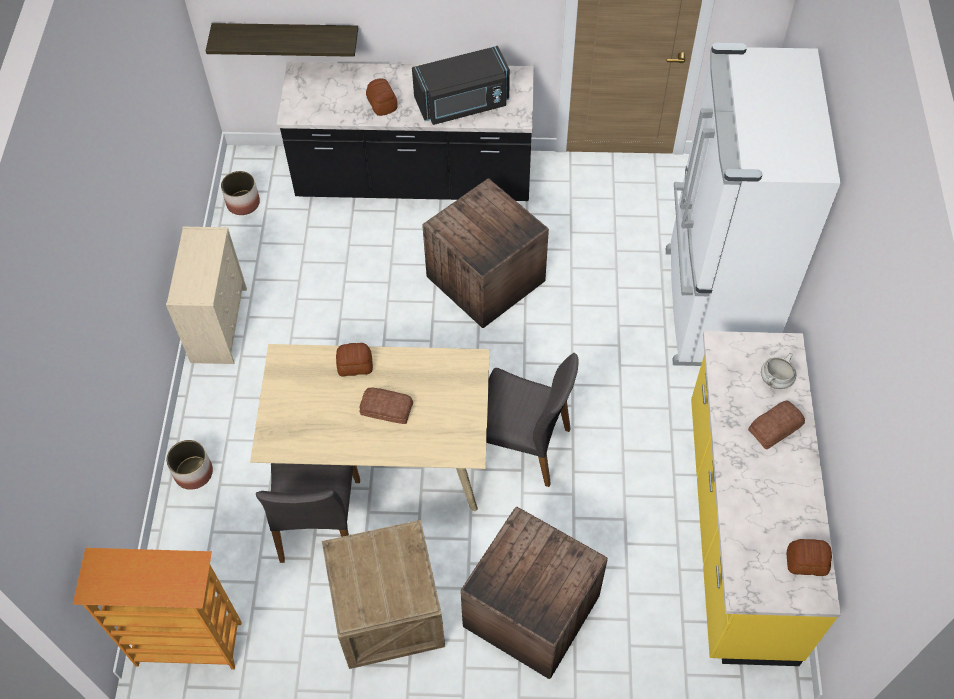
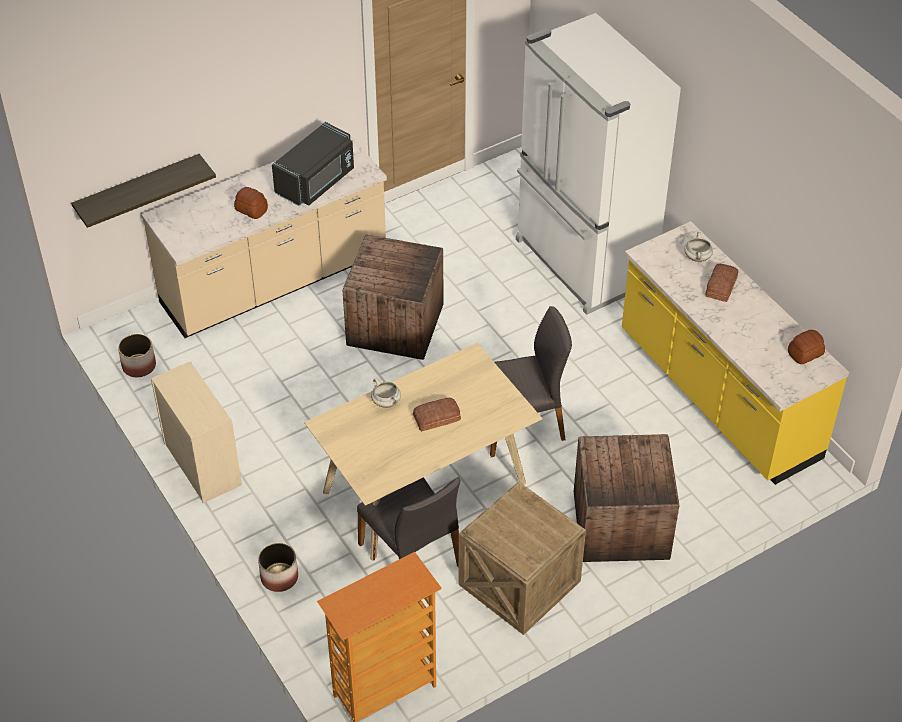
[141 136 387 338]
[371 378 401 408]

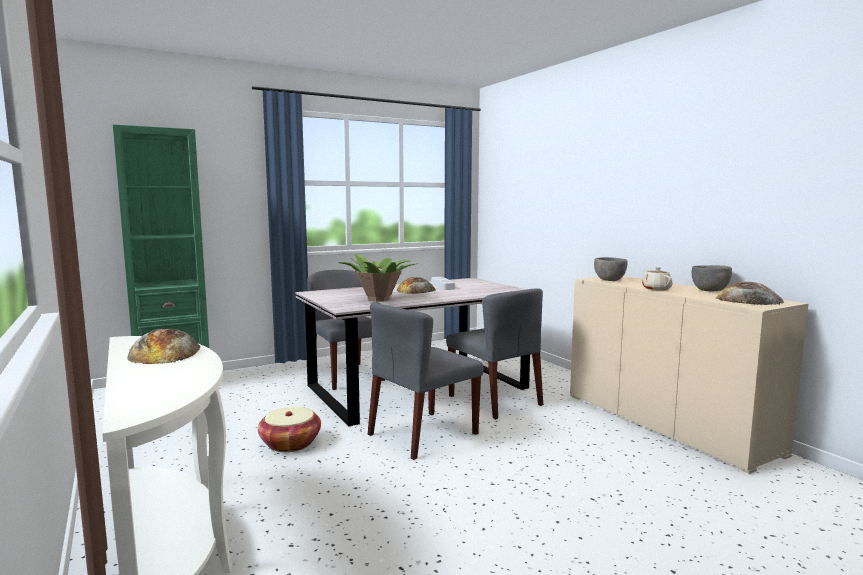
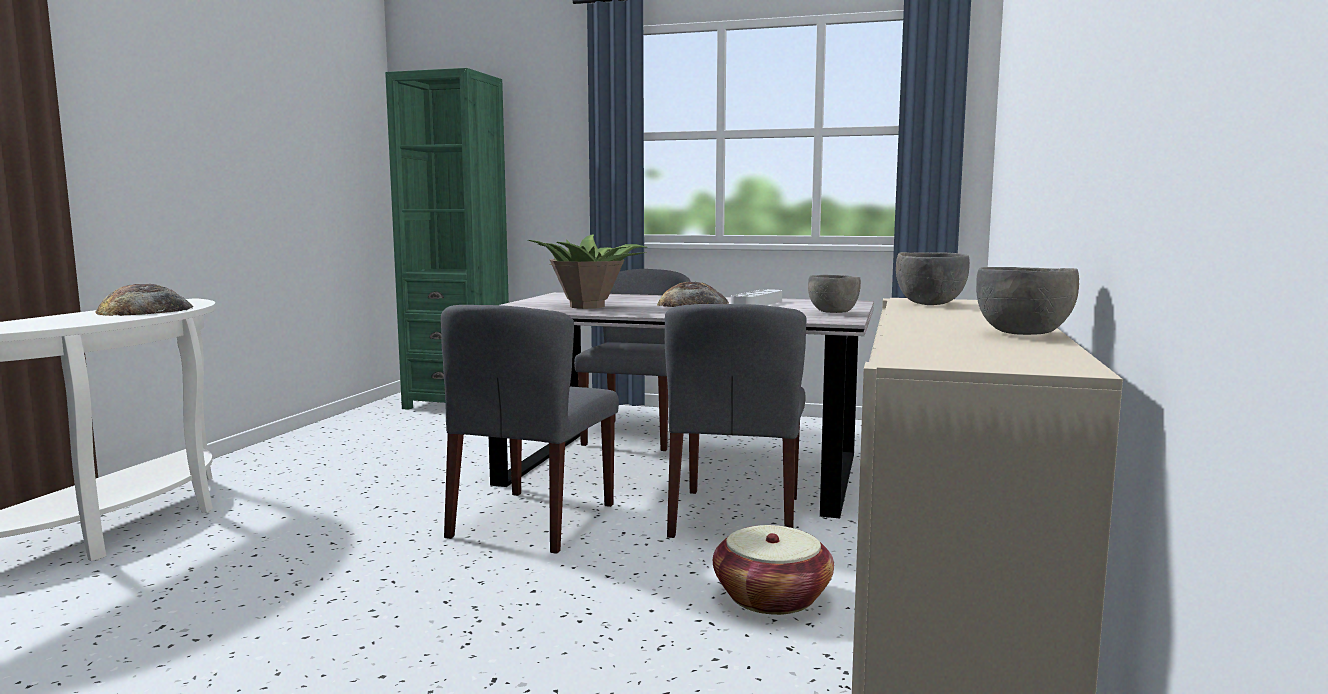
[713 525 834 615]
[441 305 619 554]
[642 267 672 291] (first image)
[716 282 784 305] (first image)
[808 275 861 313]

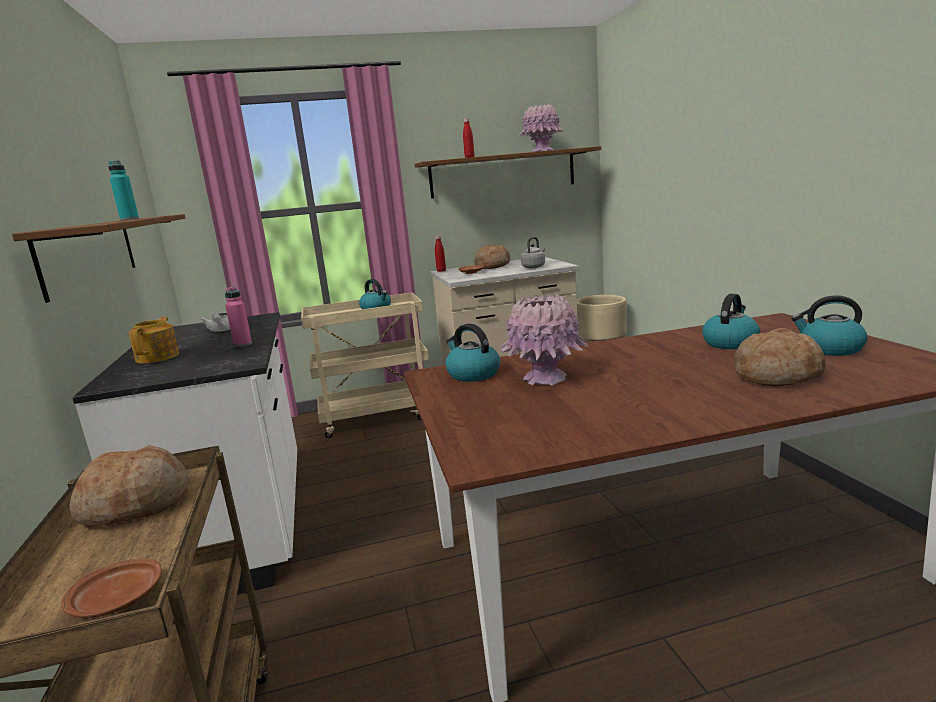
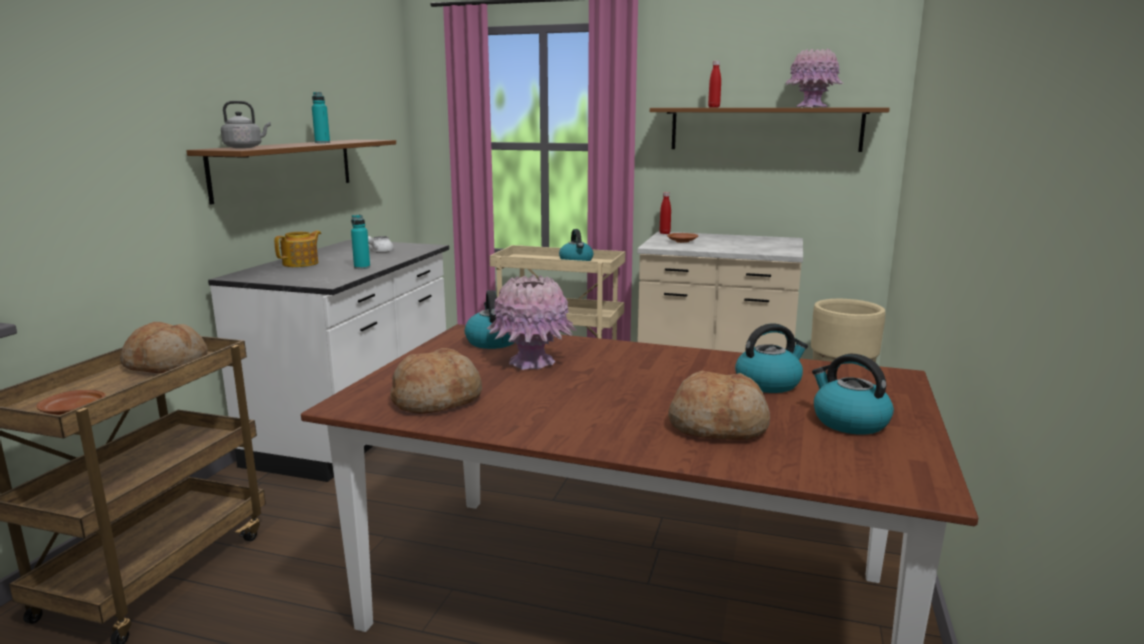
[351 215 370 269]
[391 348 482 414]
[221 101 271 148]

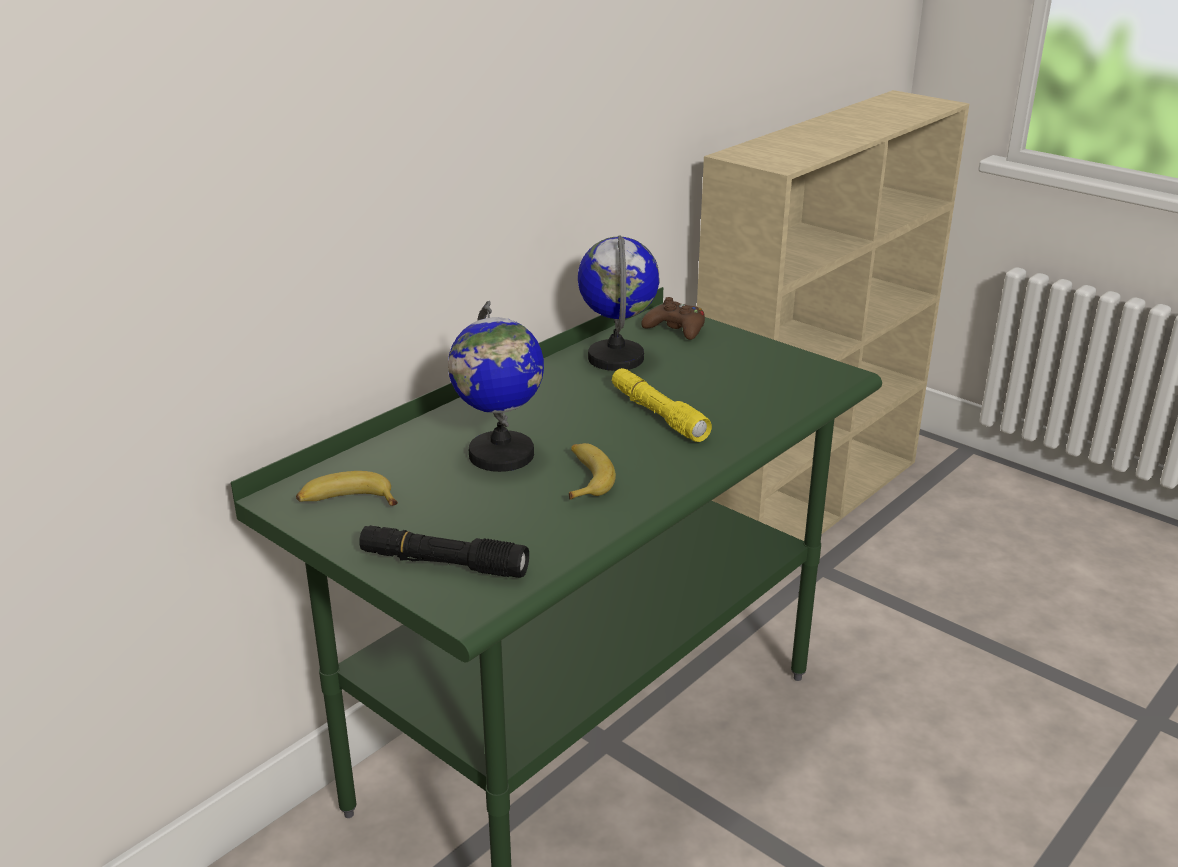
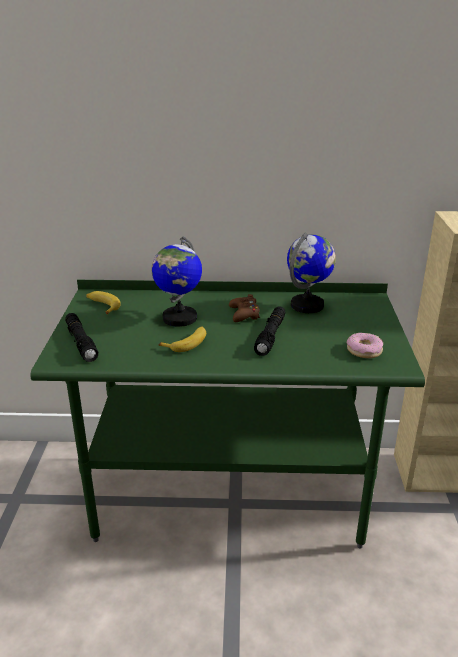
[254 306 285 356]
[229 294 260 322]
[347 333 383 358]

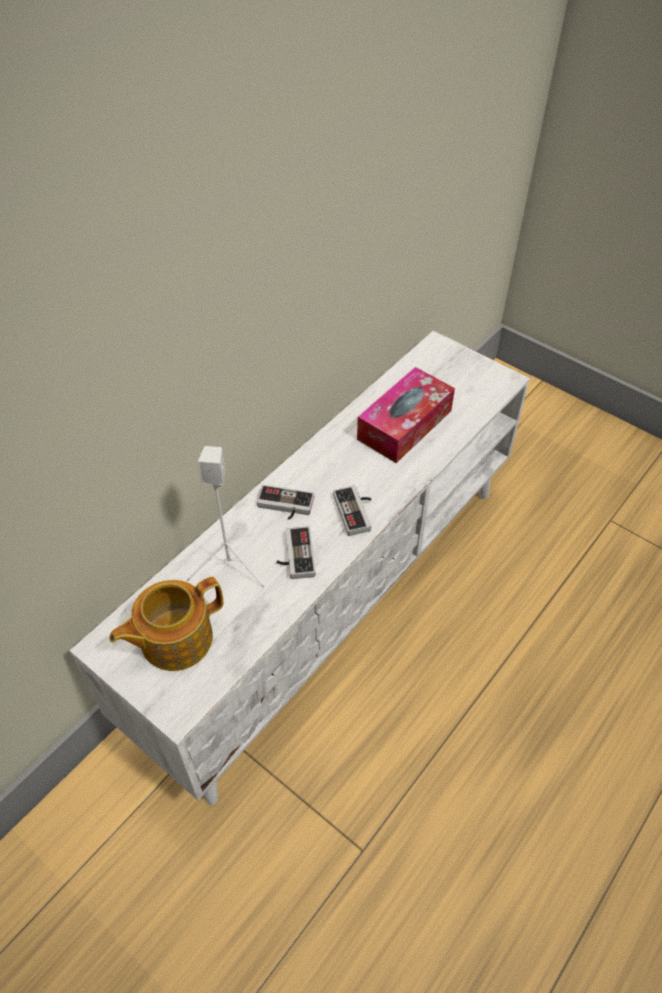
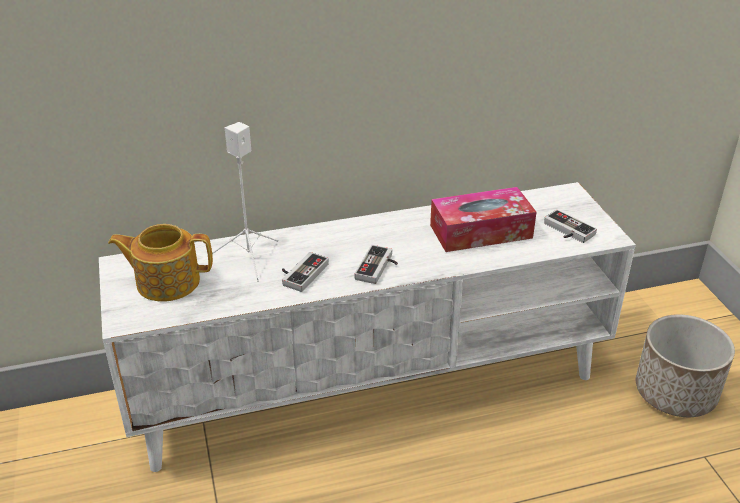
[544 210 597 243]
[636 314 735 417]

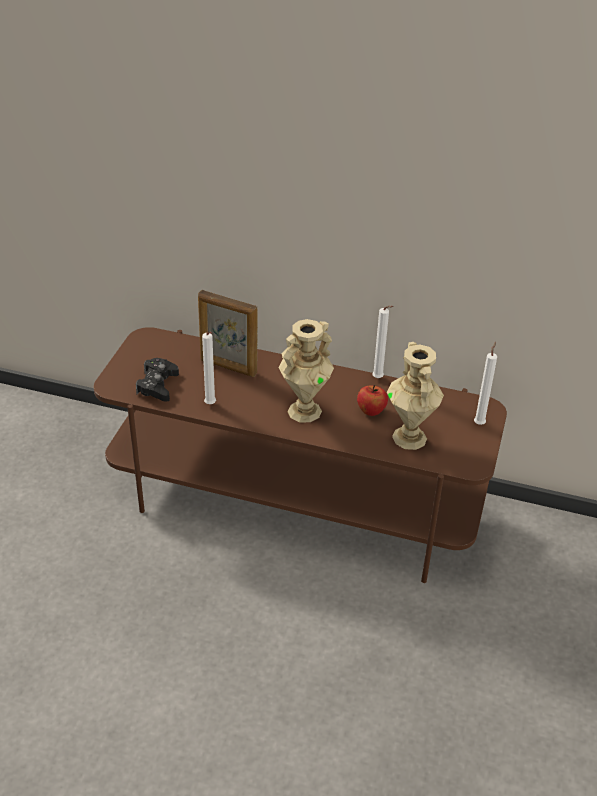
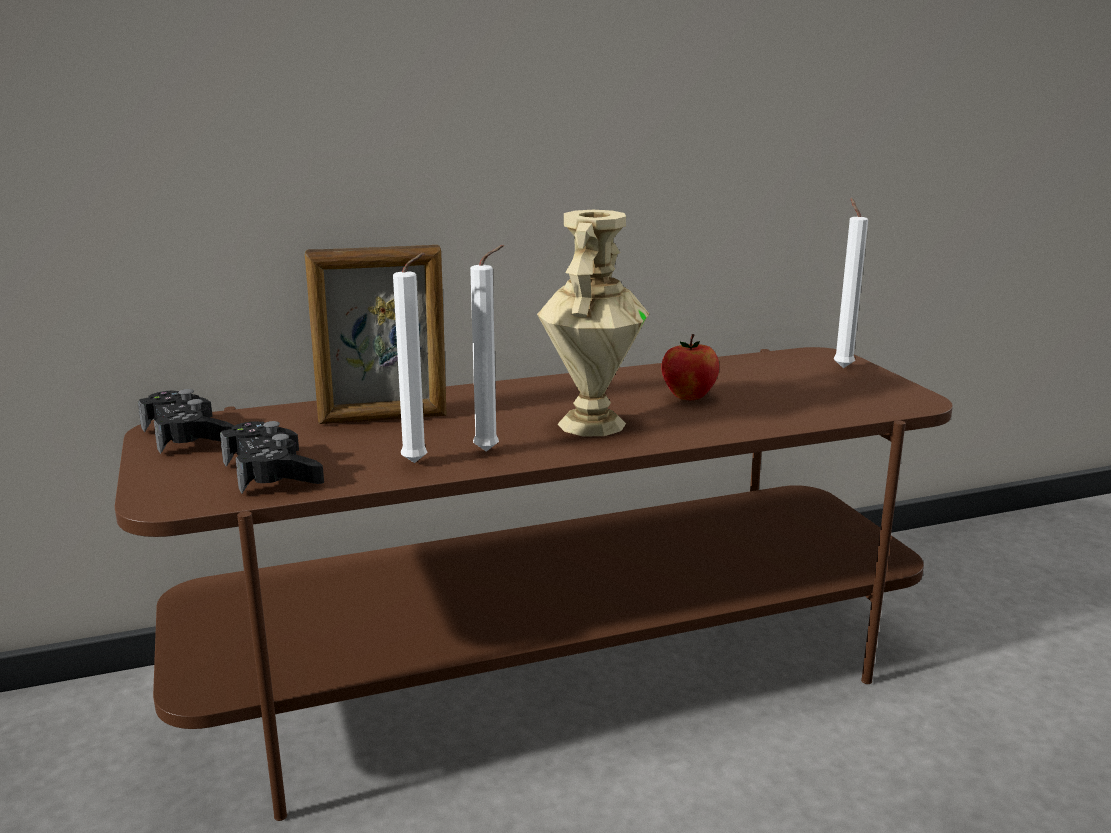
[470 245 505 452]
[387 342 444 450] (first image)
[138 389 234 454]

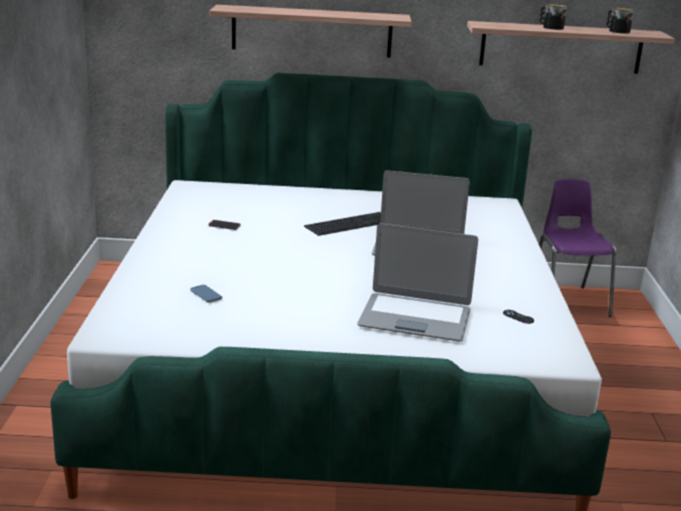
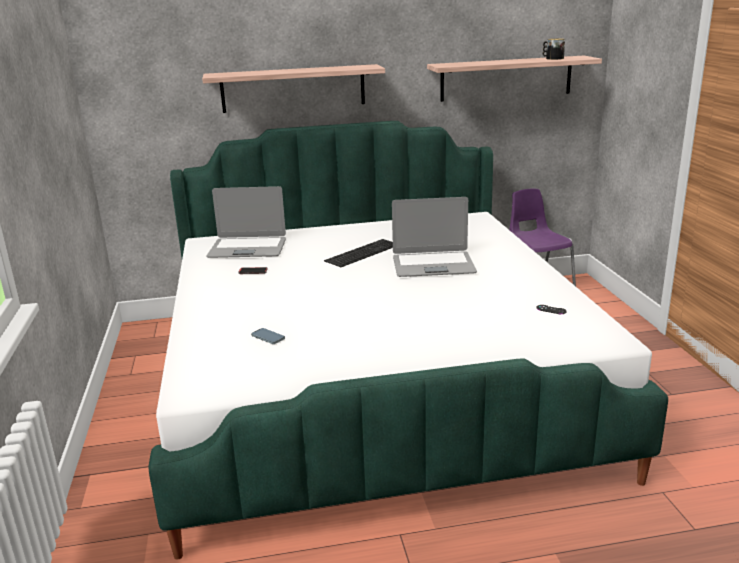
[206 186 286 258]
[540 4 567 30] (first image)

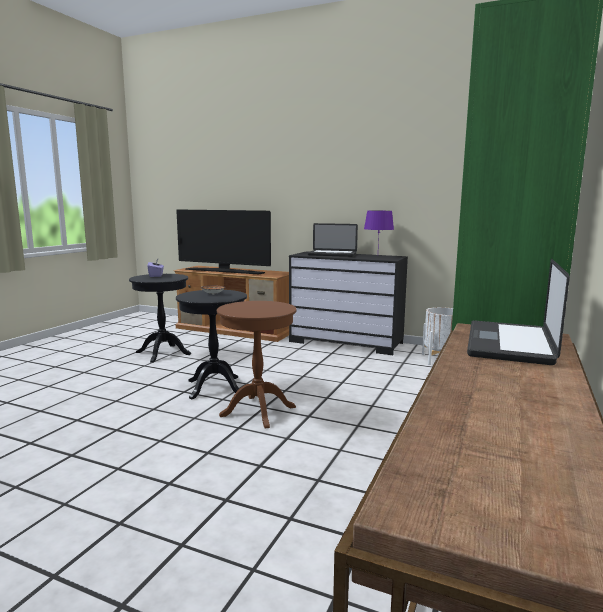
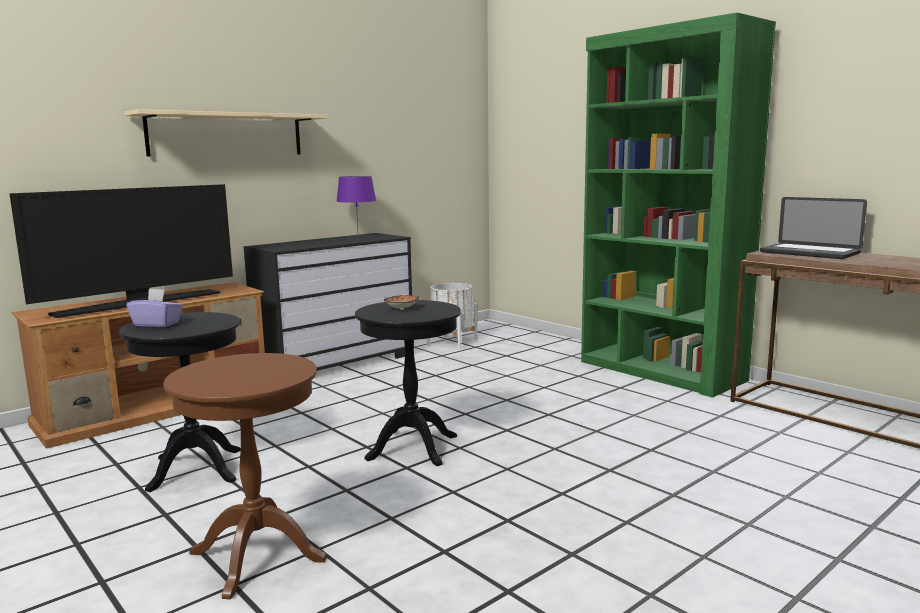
[164 353 327 599]
[307 223 358 257] (first image)
[125 109 327 157]

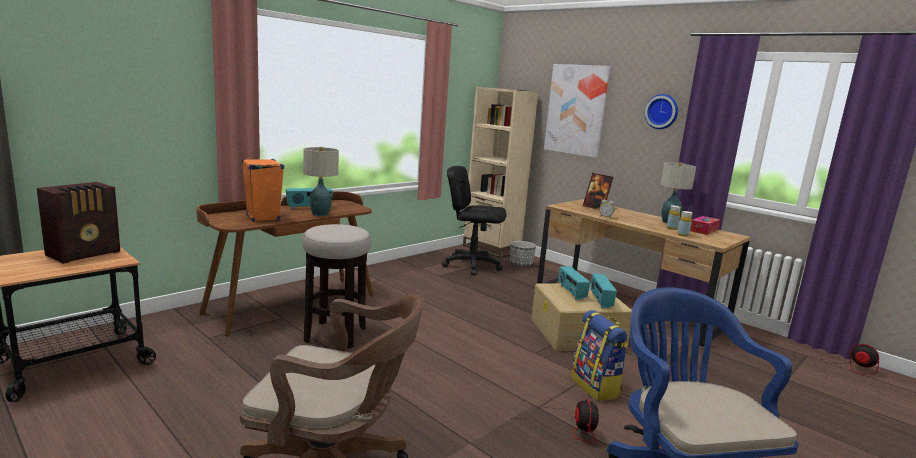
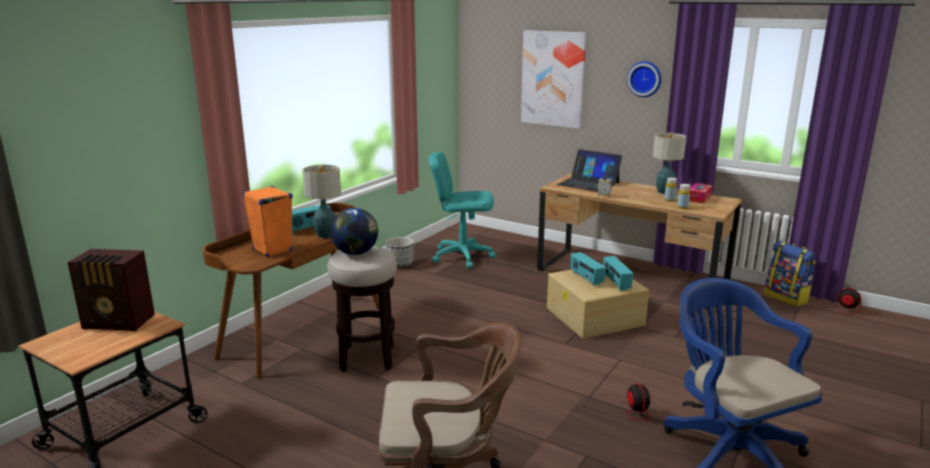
[68 249 155 331]
[429 152 496 268]
[463 87 538 258] (first image)
[385 237 414 267]
[764 241 816 307]
[557 149 622 192]
[330 208 378 255]

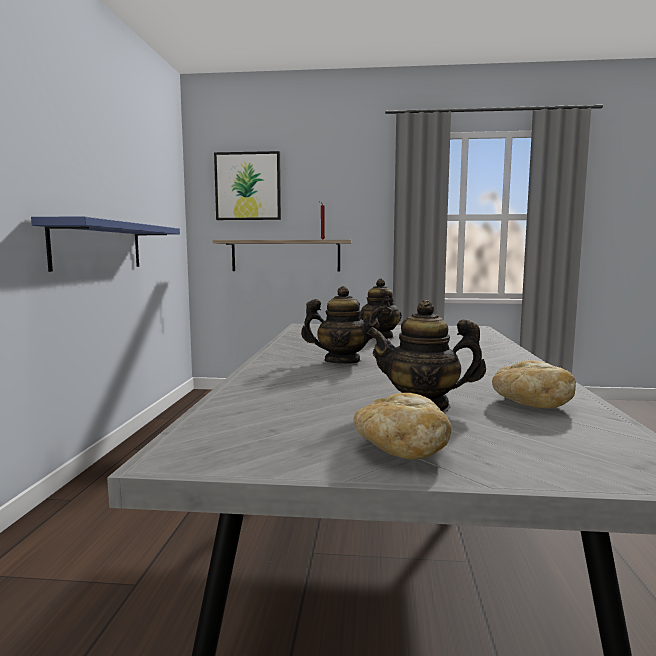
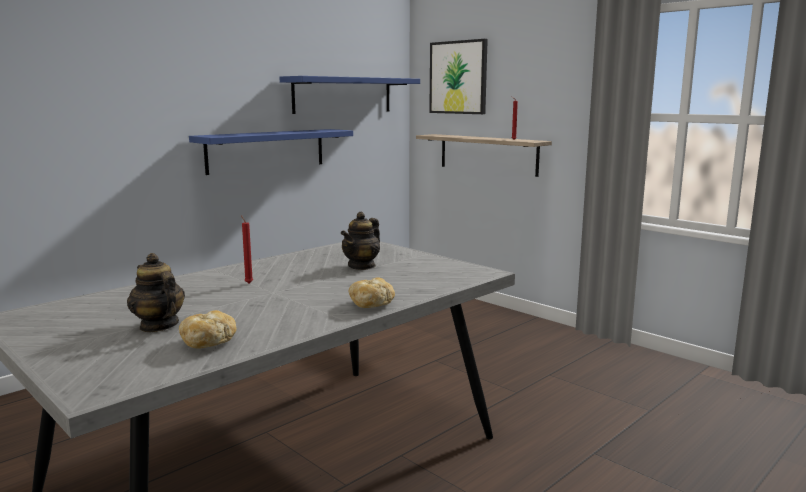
[241 215 253 283]
[349 278 395 308]
[280 76 420 114]

